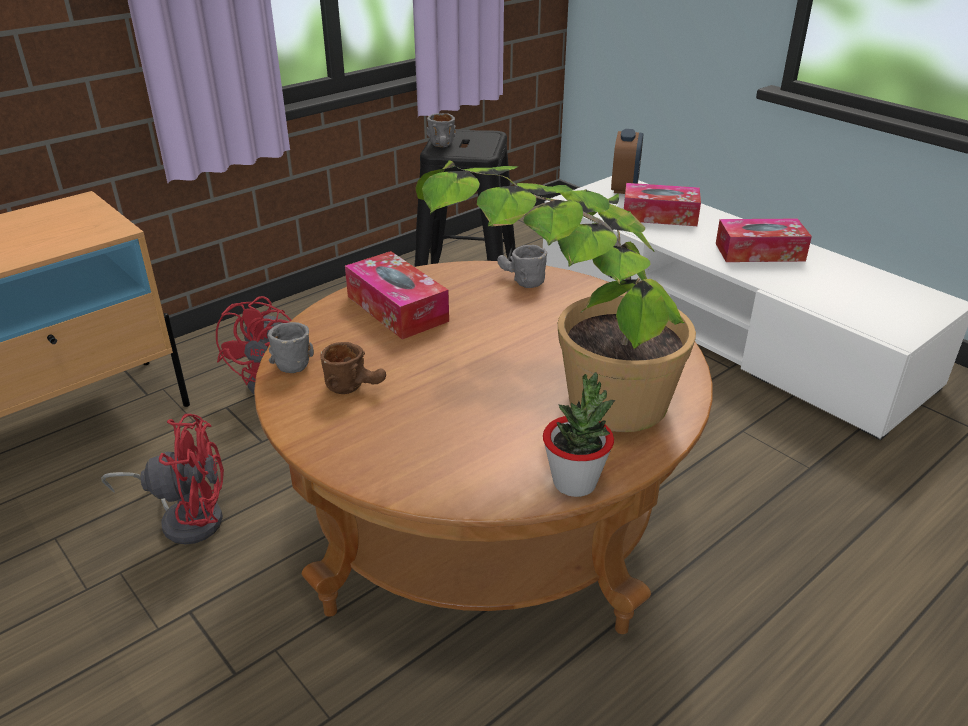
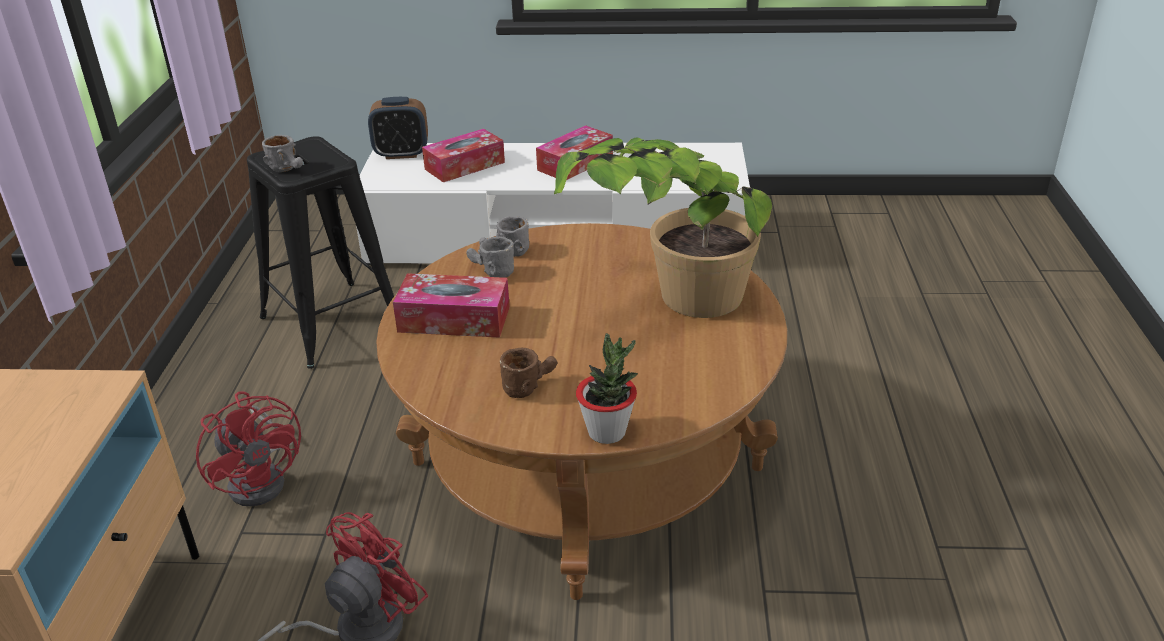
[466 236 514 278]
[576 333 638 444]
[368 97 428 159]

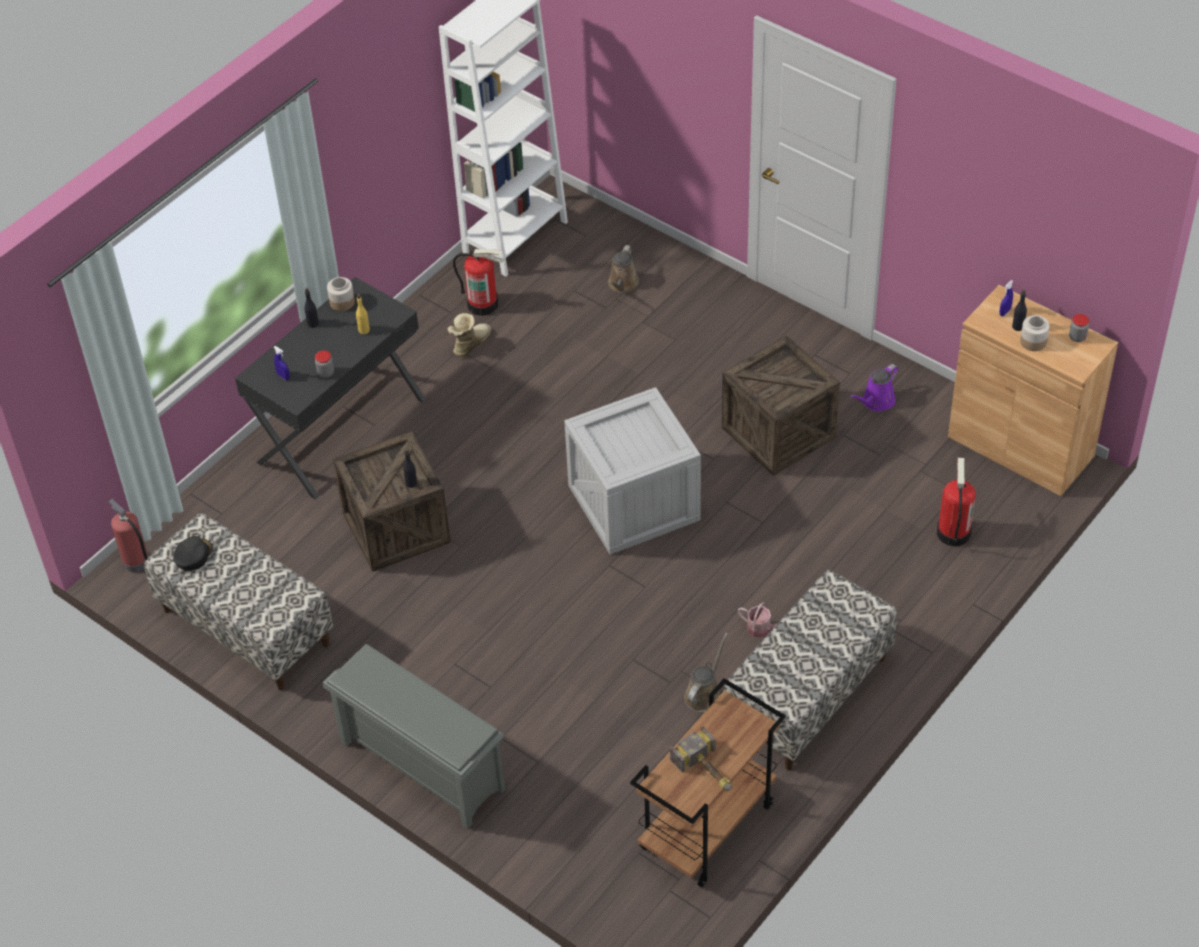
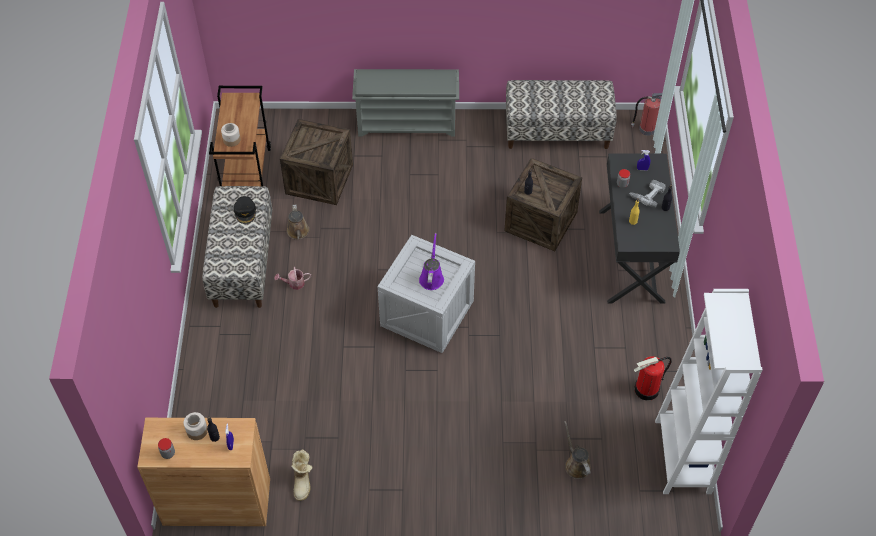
[234 196 256 224]
[221 123 241 147]
[291 449 313 501]
[670 726 732 791] (first image)
[280 119 353 205]
[419 233 444 290]
[937 458 975 546] (first image)
[629 180 666 208]

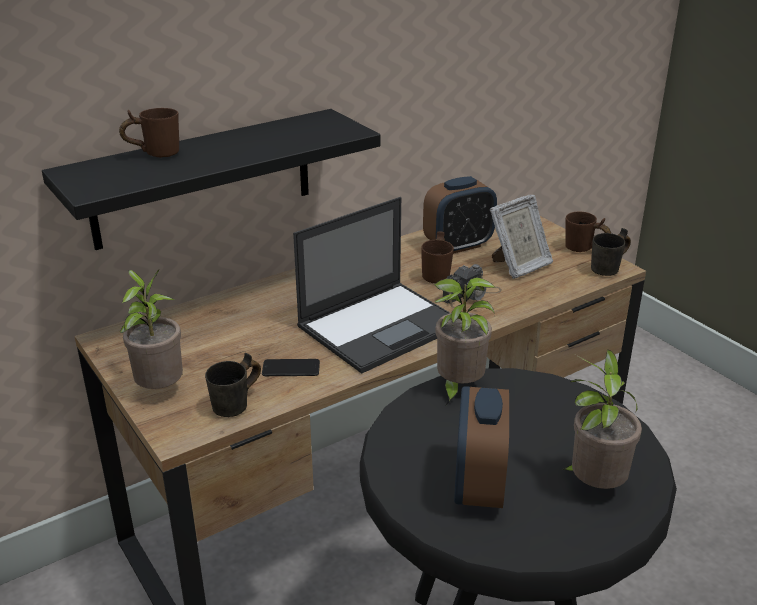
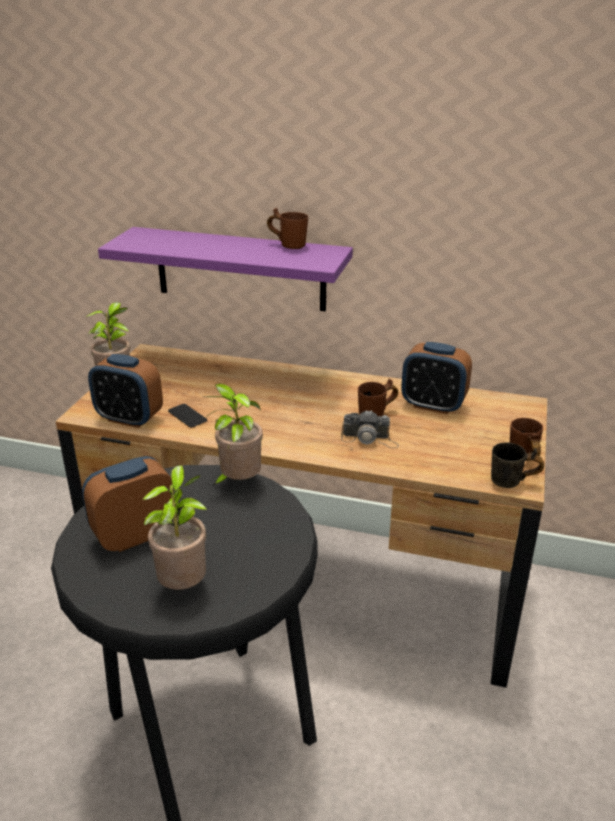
[98 227 353 311]
[267 208 308 249]
[88 354 163 428]
[293 197 450 374] (first image)
[490 194 553 279] (first image)

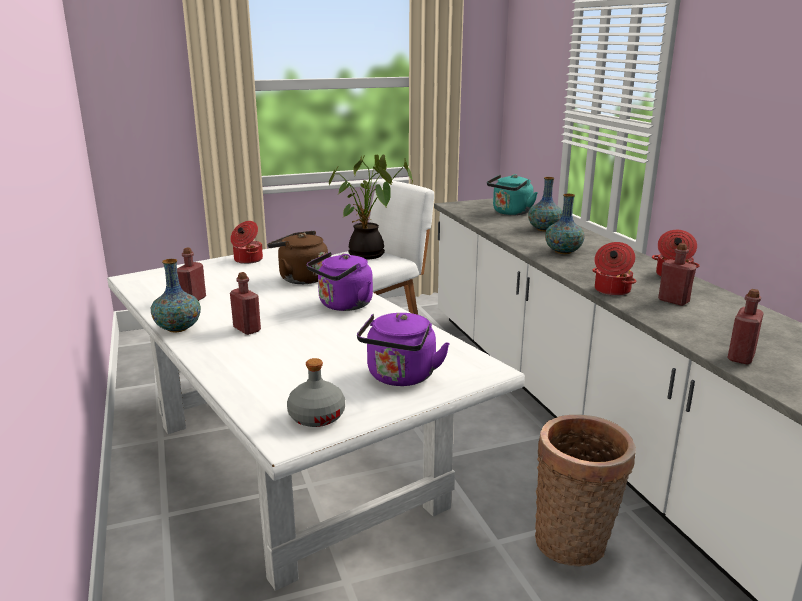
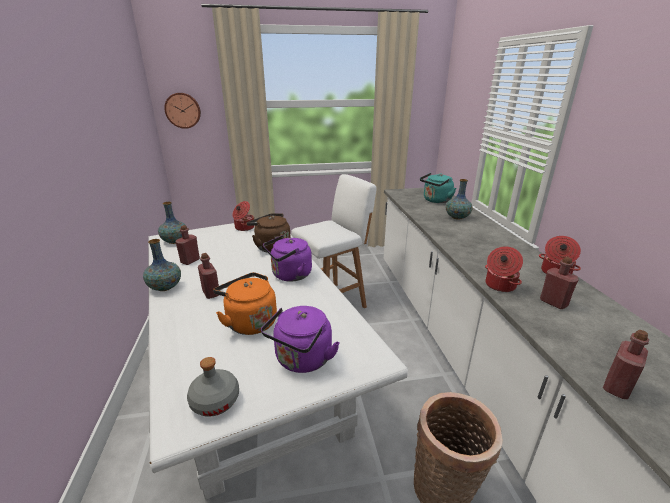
[329 154 413 260] (first image)
[158 202 186 244]
[164 93 201 129]
[213 272 277 335]

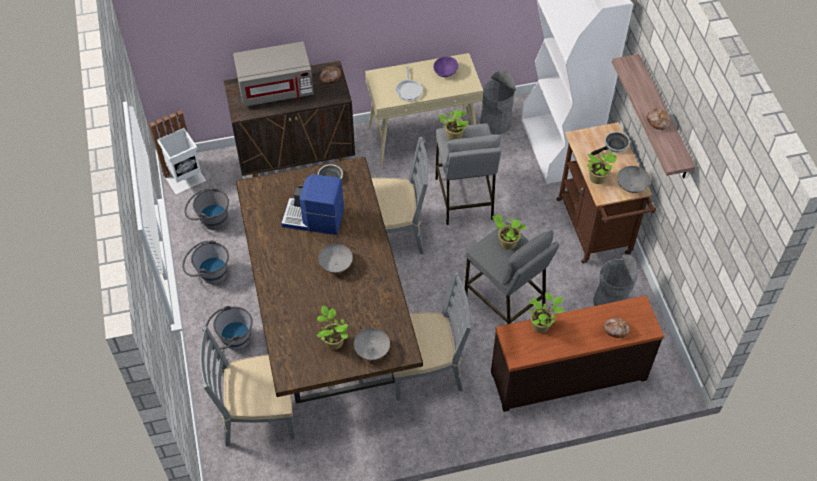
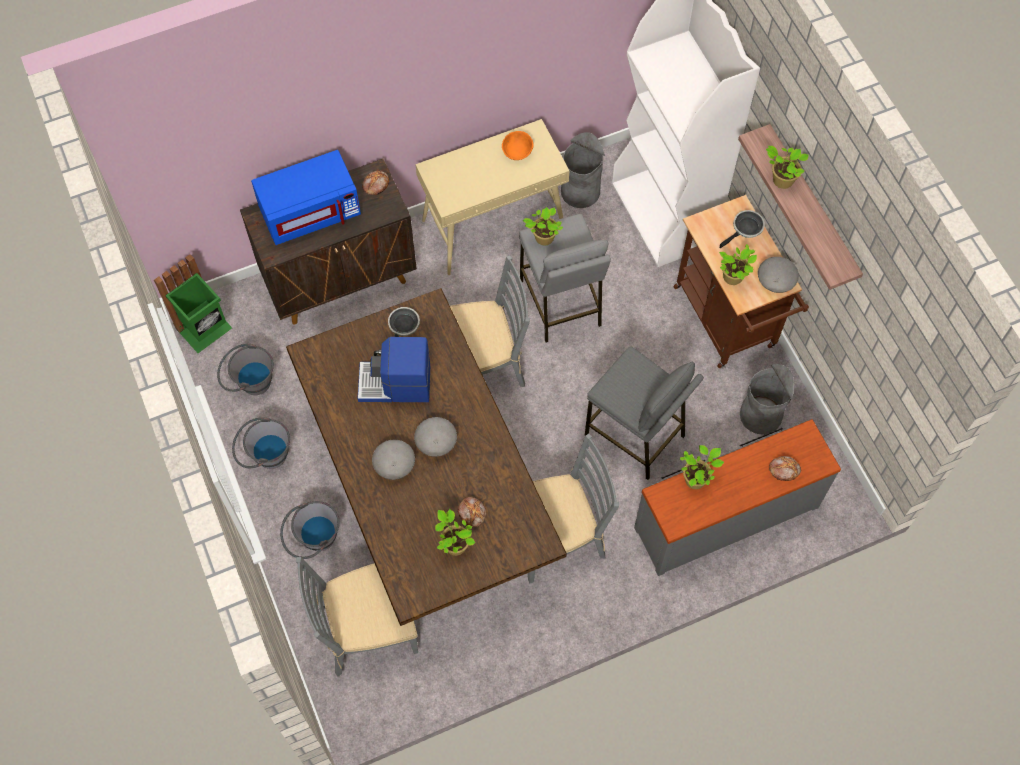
[154 254 232 353]
[251 150 361 245]
[372 440 415 480]
[395 66 423 101] (first image)
[502 131 534 160]
[634 419 841 576]
[766 146 809 189]
[458 497 486 527]

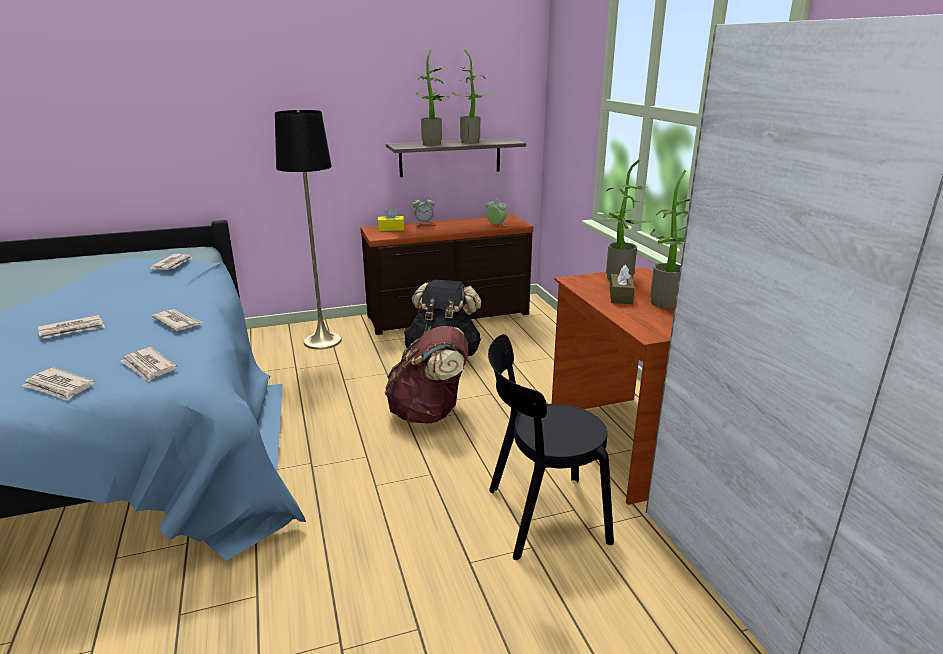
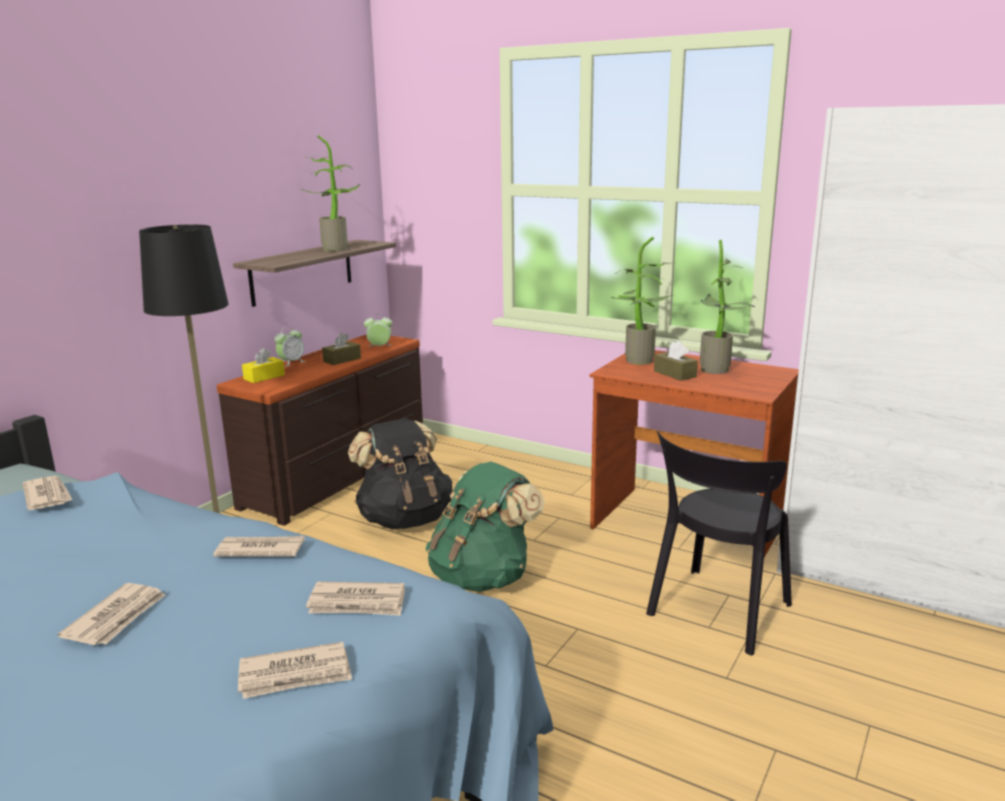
[426 461 545 592]
[416 50 450 146] (first image)
[322 333 361 365]

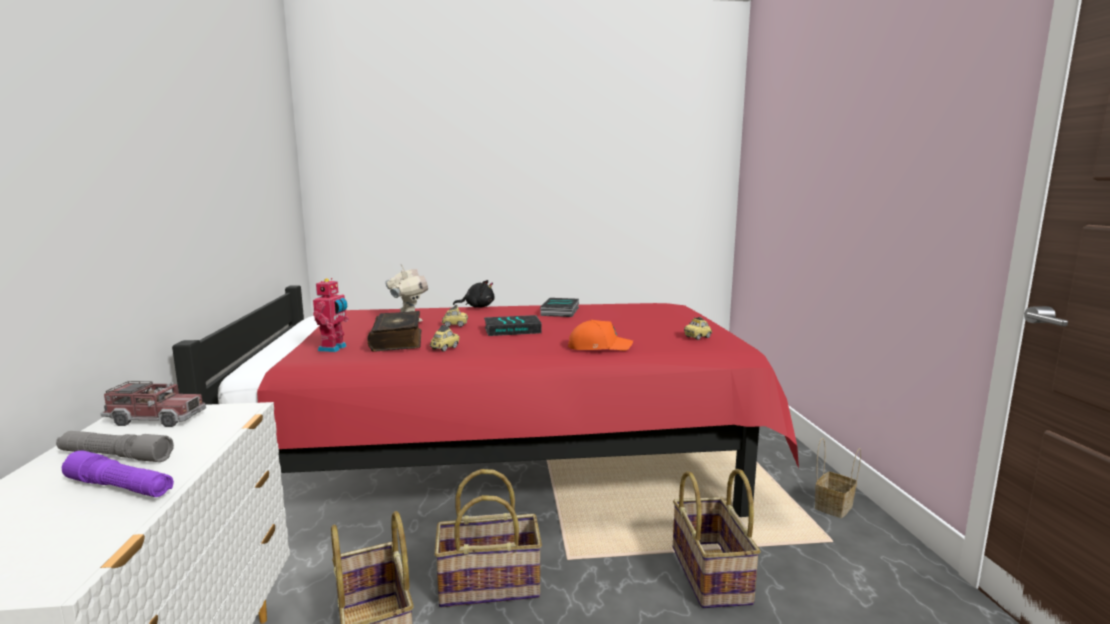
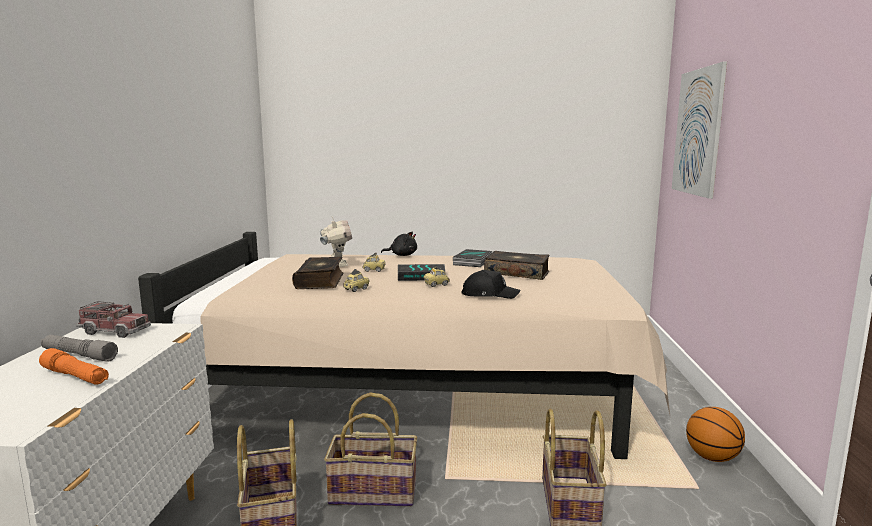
[39 348 109 385]
[138 232 670 459]
[313 278 349 352] (first image)
[461 270 521 299]
[424 267 450 287]
[686 407 745 462]
[484 251 550 280]
[672 61 727 199]

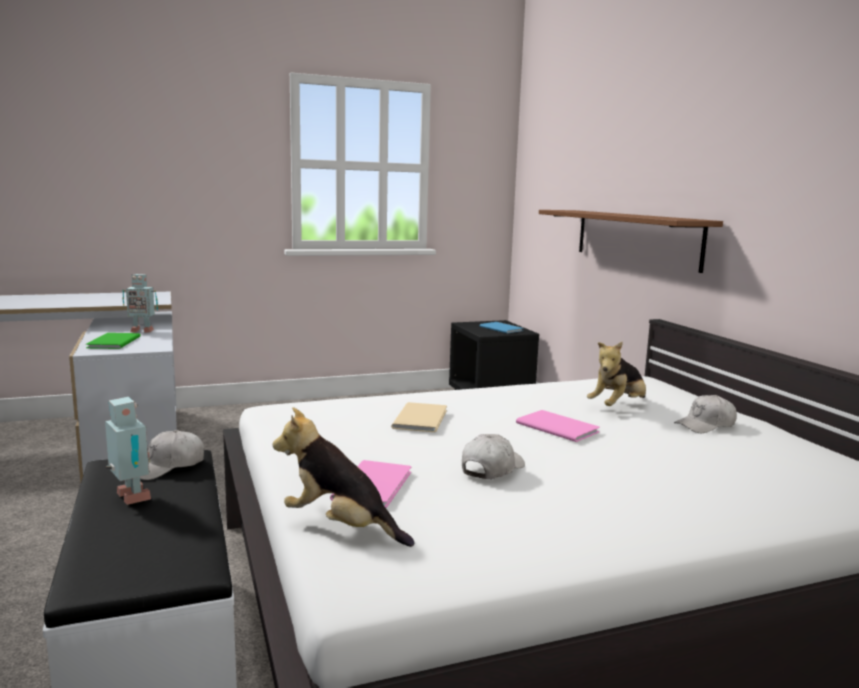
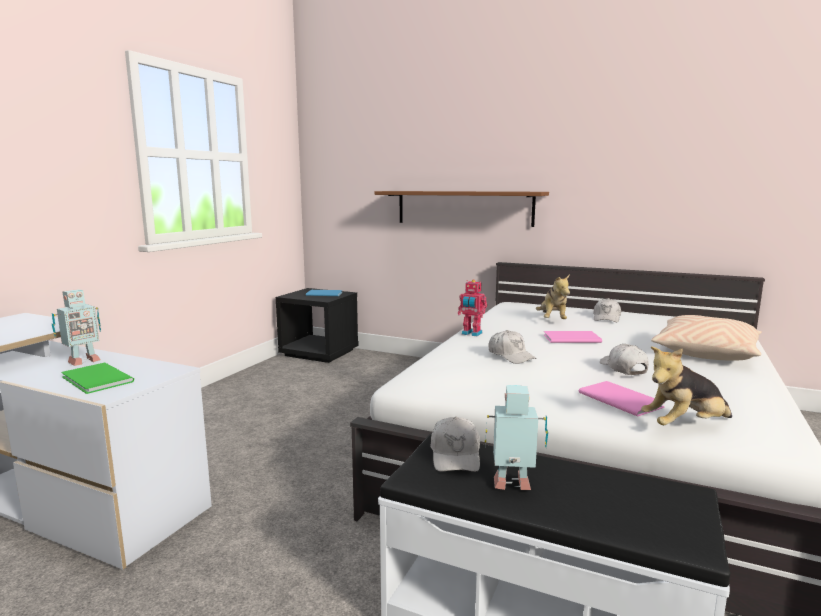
[488 330 537 364]
[458 280 487 336]
[651 315 762 361]

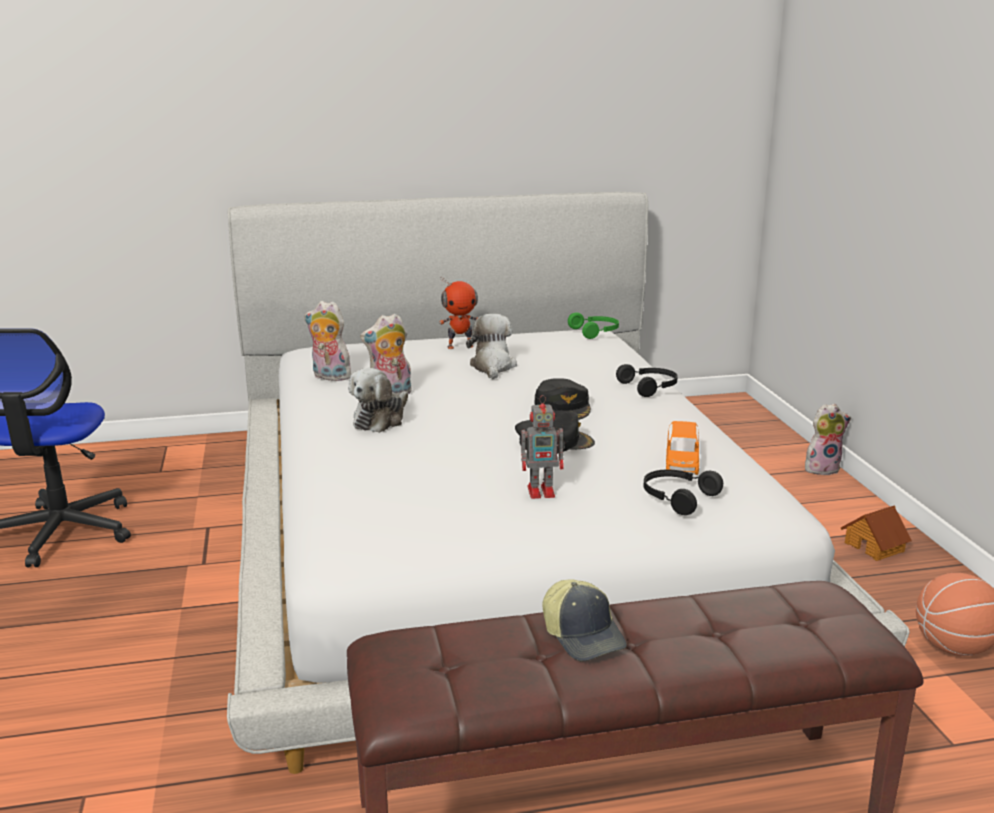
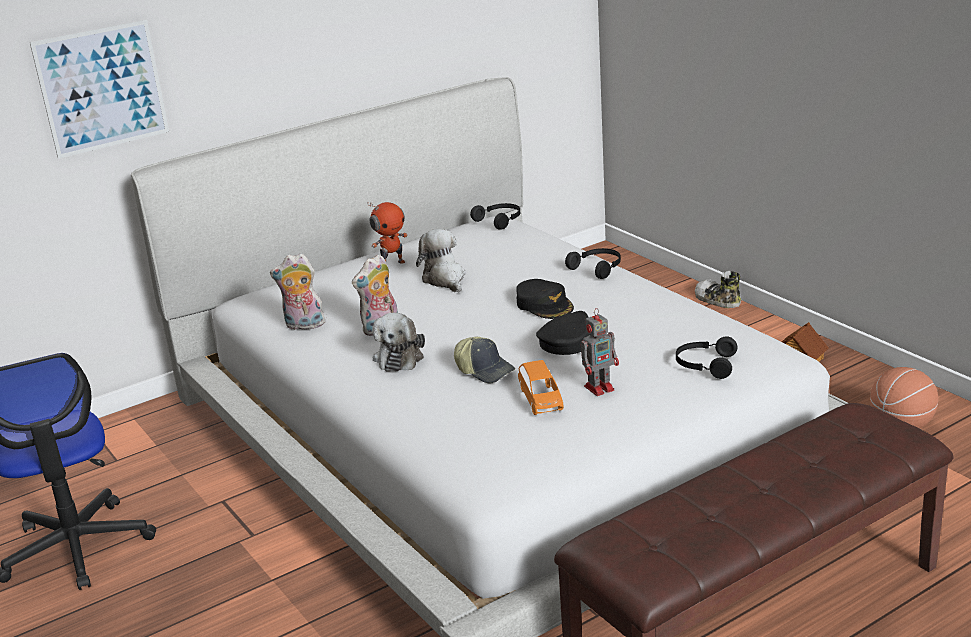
[454 337 515 383]
[470 203 520 230]
[518 360 564 415]
[695 271 741 308]
[30 19 169 159]

